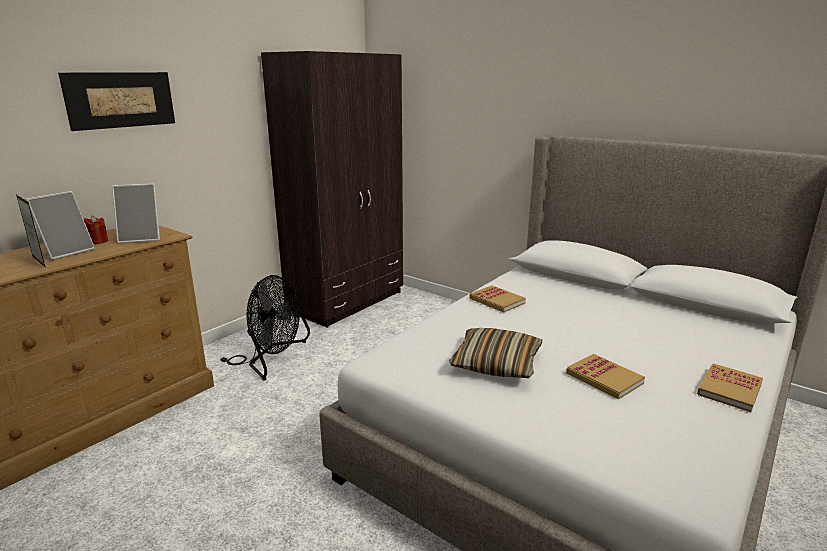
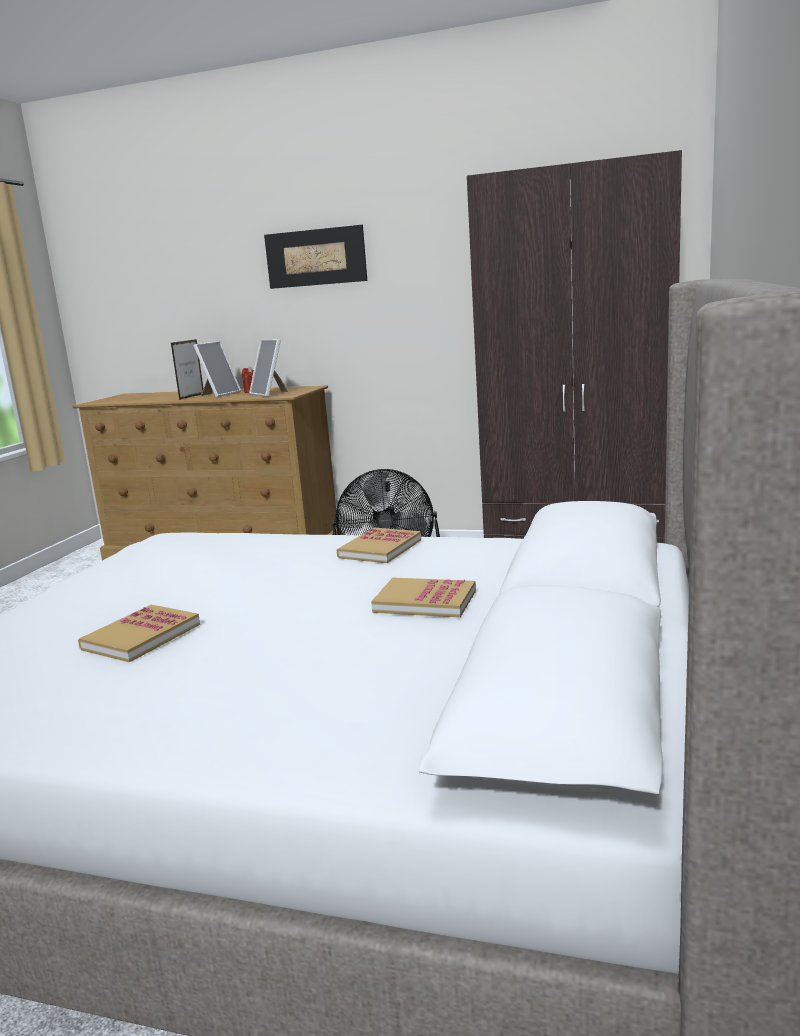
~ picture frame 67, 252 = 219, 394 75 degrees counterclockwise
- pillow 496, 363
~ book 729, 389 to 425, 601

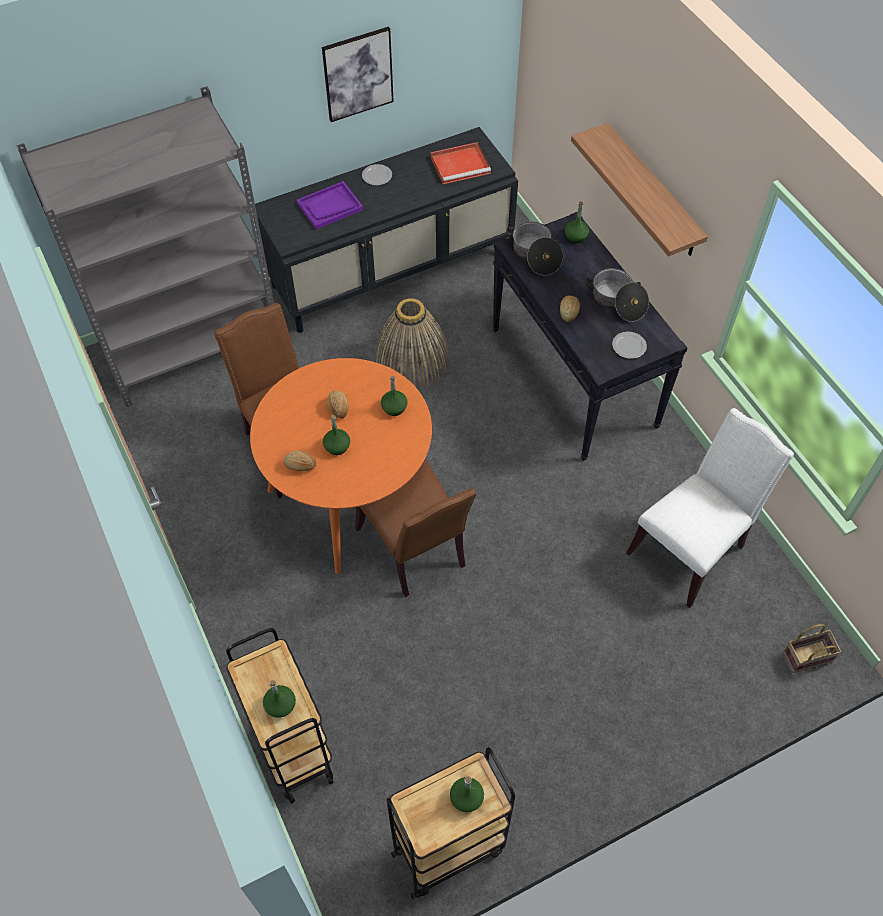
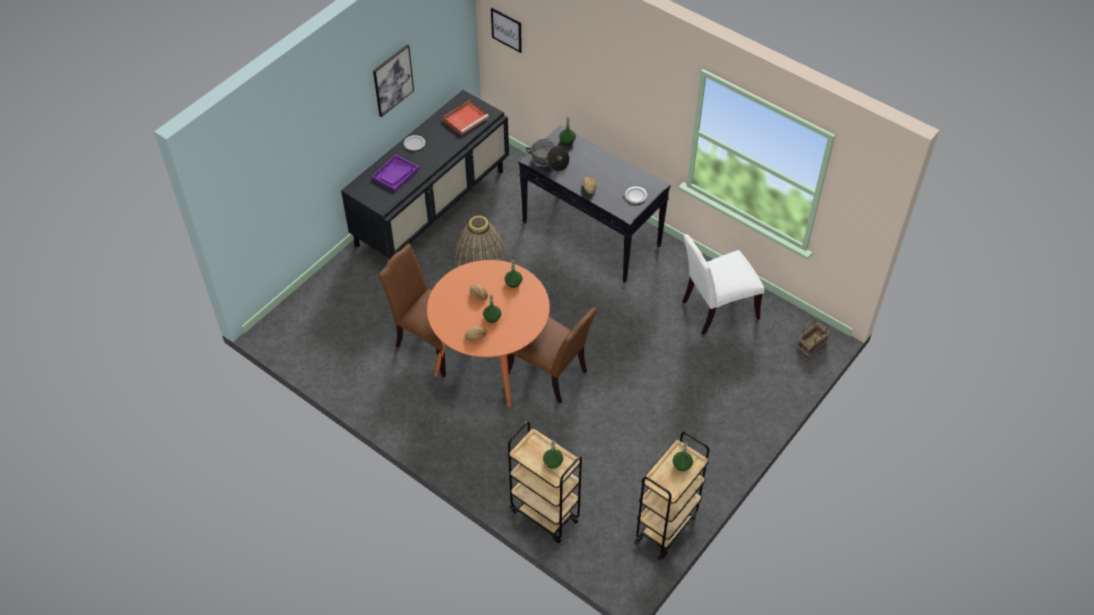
- grey bookcase 191, 347
- shelf 652, 192
- cooking pot 617, 302
~ white chair 691, 548 = 716, 309 135 degrees counterclockwise
+ picture 506, 30

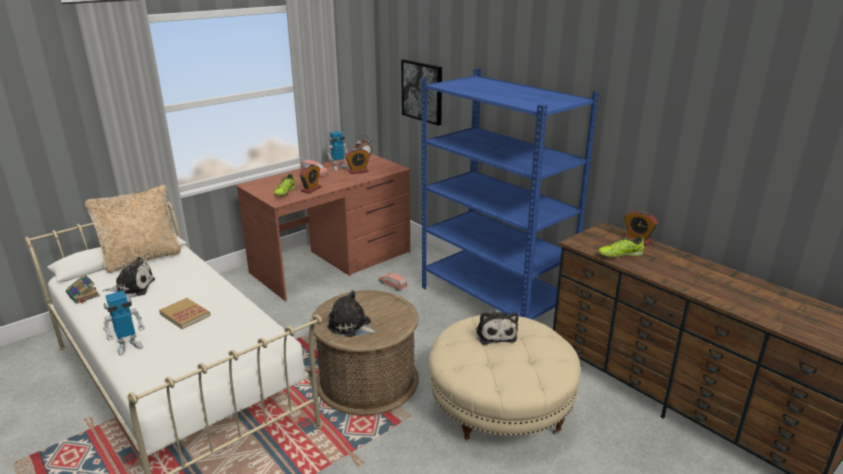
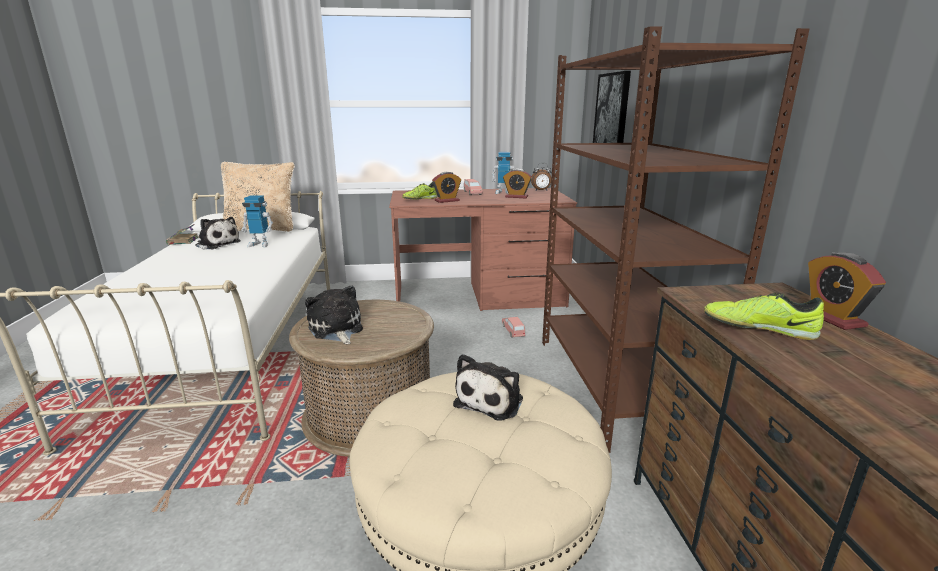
~ toy robot 128, 346 to 260, 244
- book 185, 315
~ blue bookcase 493, 302 to brown bookcase 615, 384

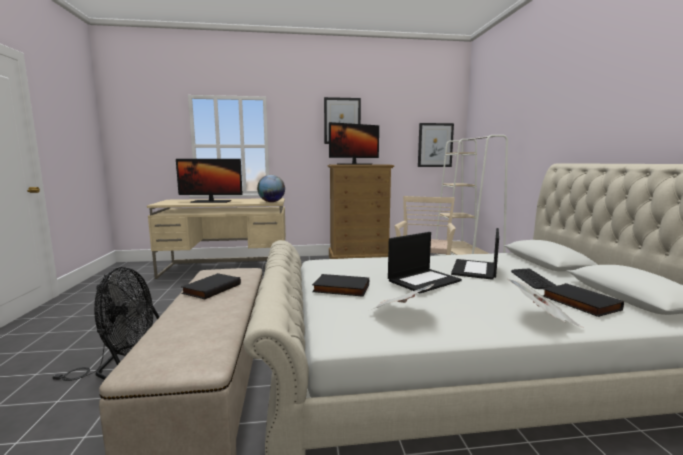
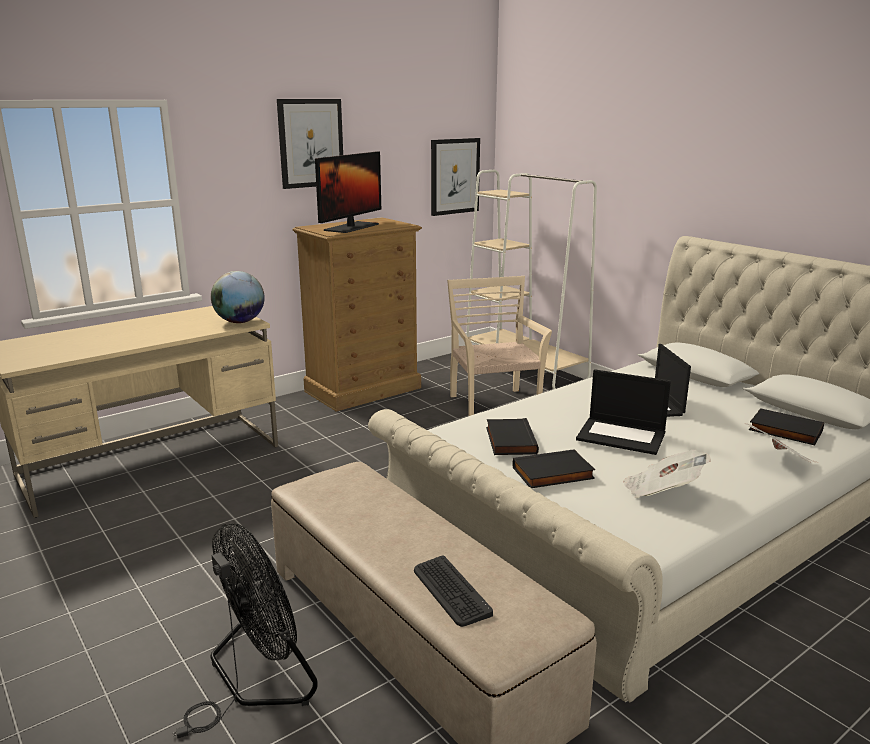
- monitor 211, 201
~ black book 211, 288 to 509, 440
~ laptop 424, 280 = 622, 436 90 degrees clockwise
~ keyboard 531, 279 to 450, 591

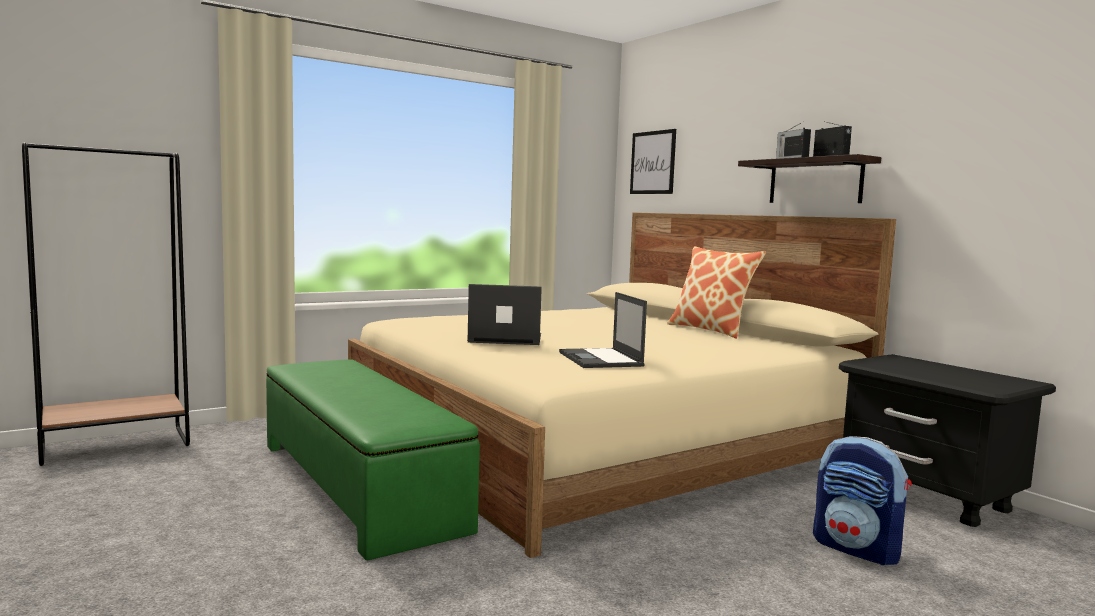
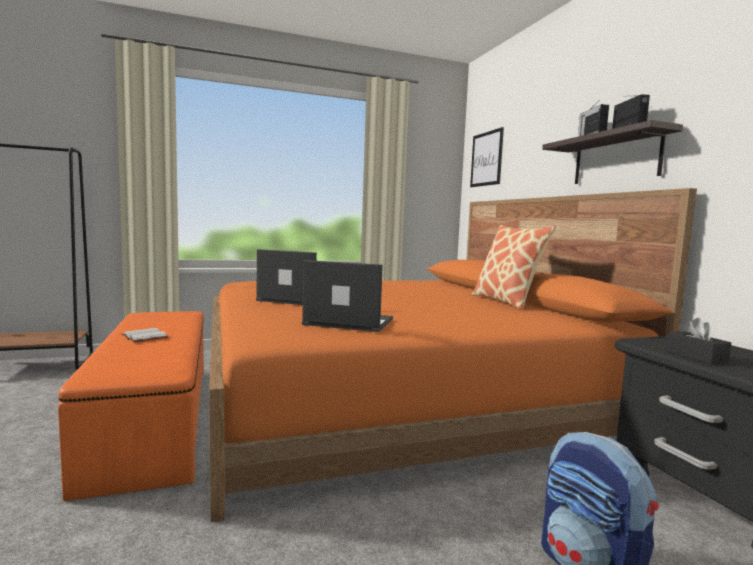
~ green bench 359, 484 to orange bench 155, 417
~ beige bed 598, 440 to orange bed 396, 394
~ laptop 601, 359 = 347, 322 105 degrees clockwise
+ white book 143, 337
+ black tissue box 696, 357

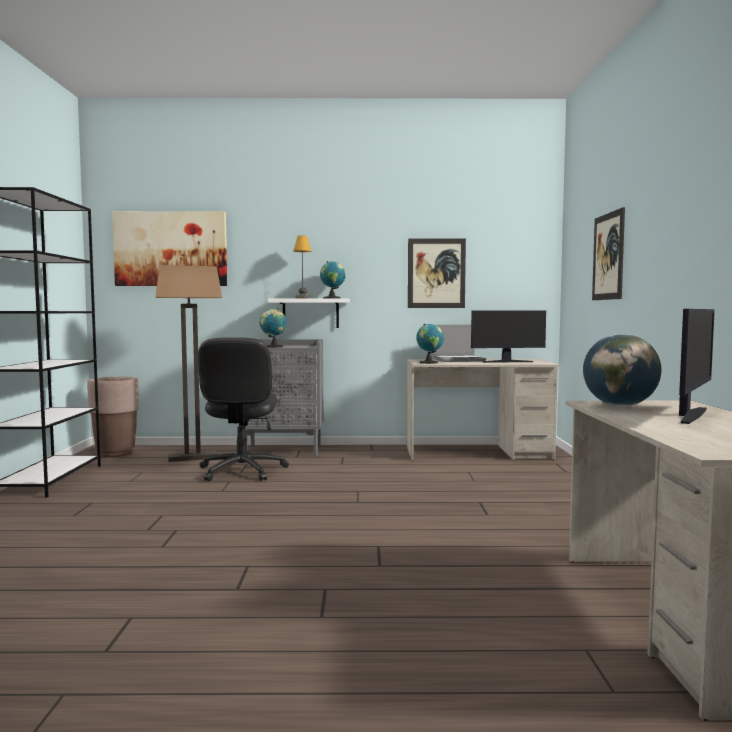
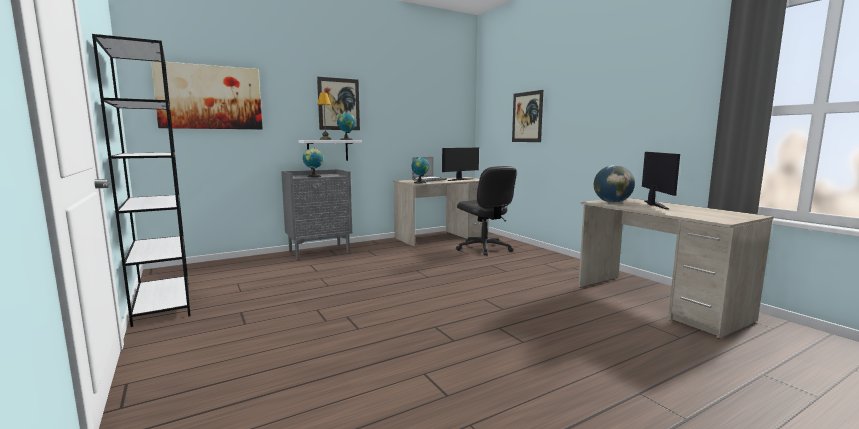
- brown planter 115, 453
- floor lamp 193, 458
~ black office chair 241, 470 to 484, 248
~ picture 436, 273 to 339, 104

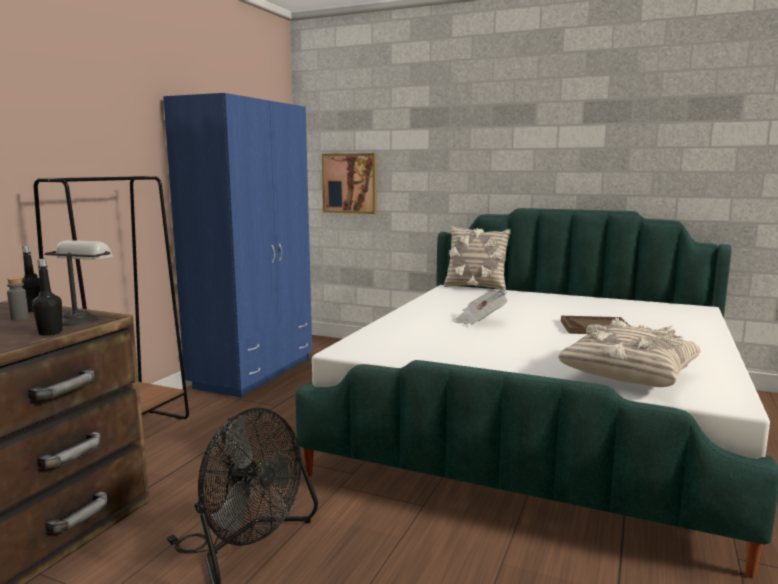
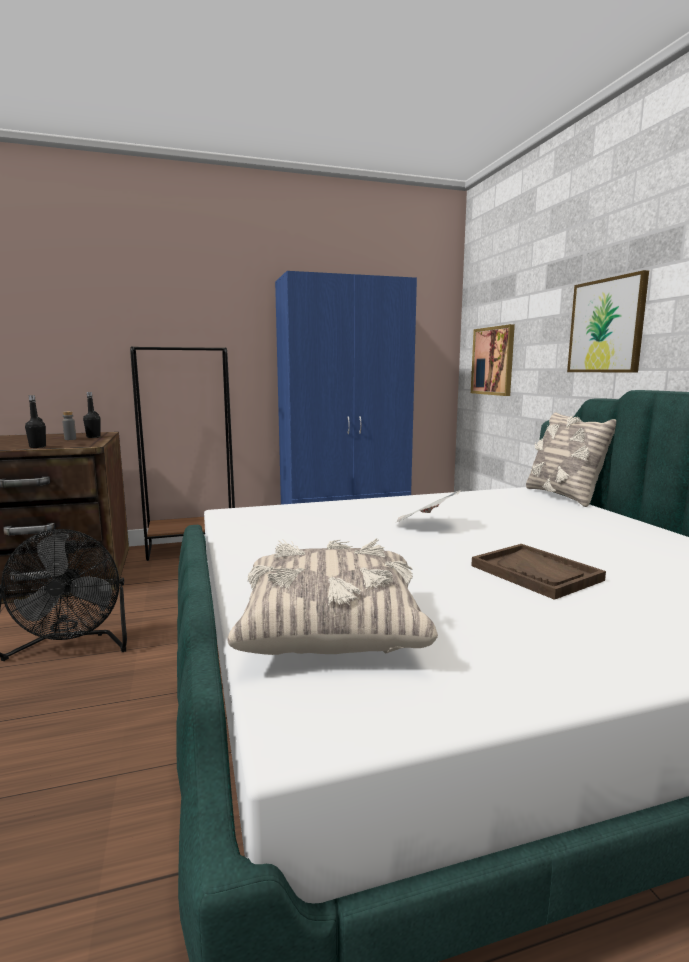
- table lamp 81, 318
+ picture 606, 326

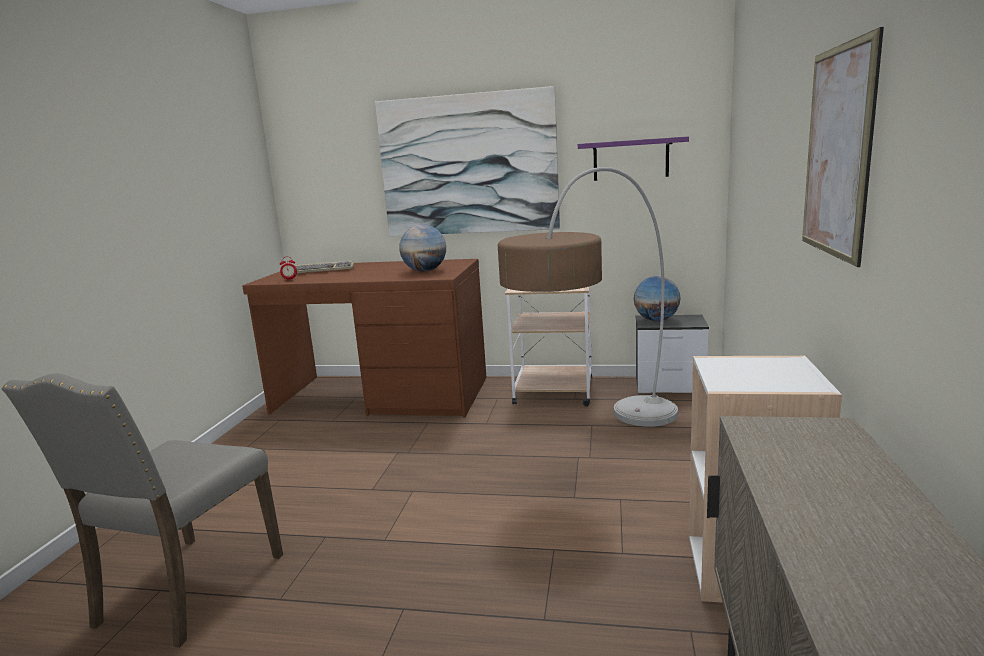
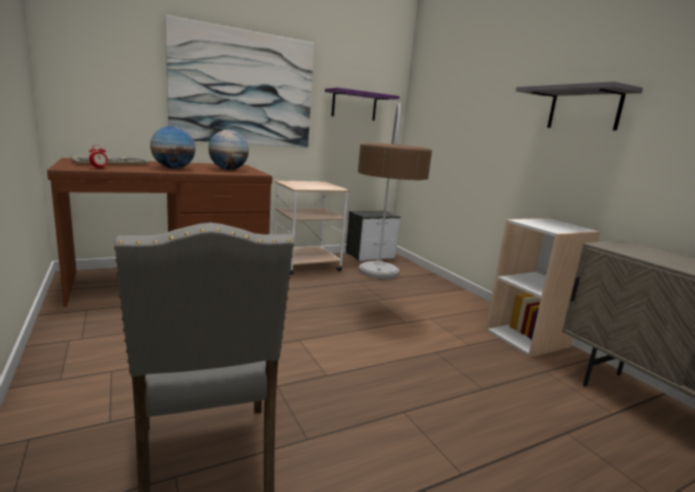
~ globe 656, 320 to 173, 168
~ picture 837, 152 to grey shelf 584, 109

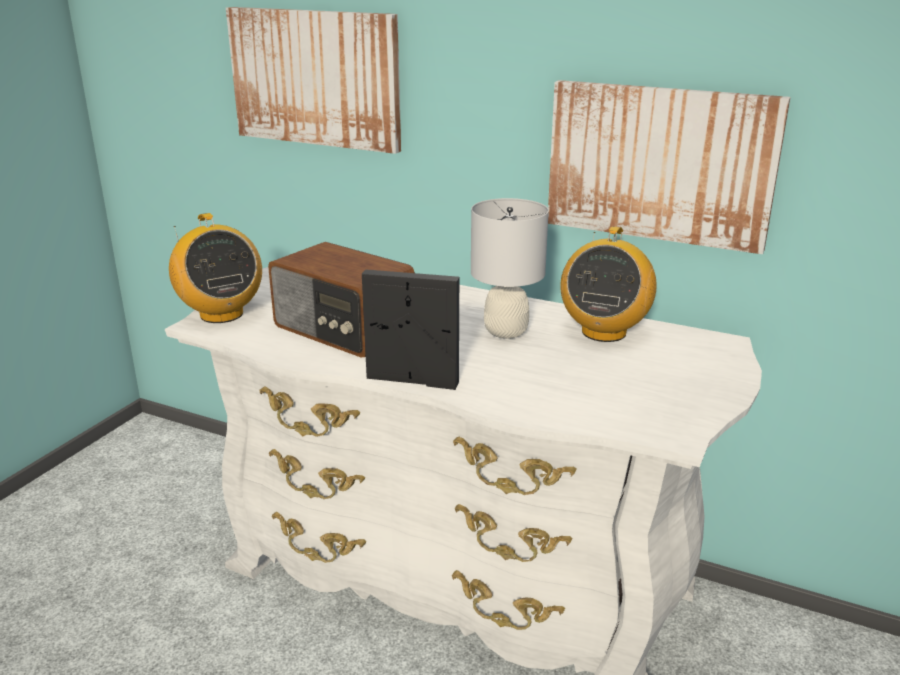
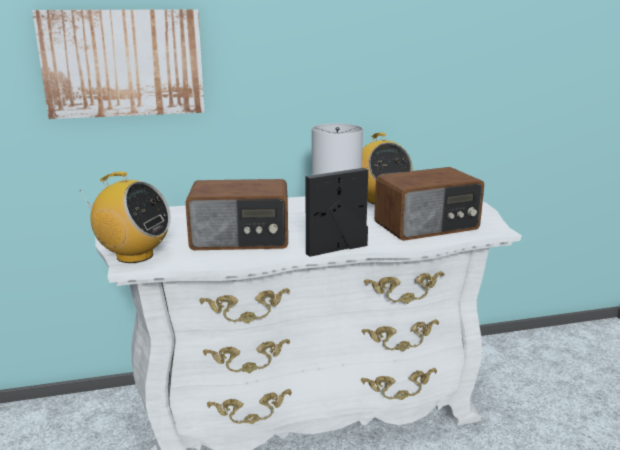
- picture 660, 164
+ radio 427, 226

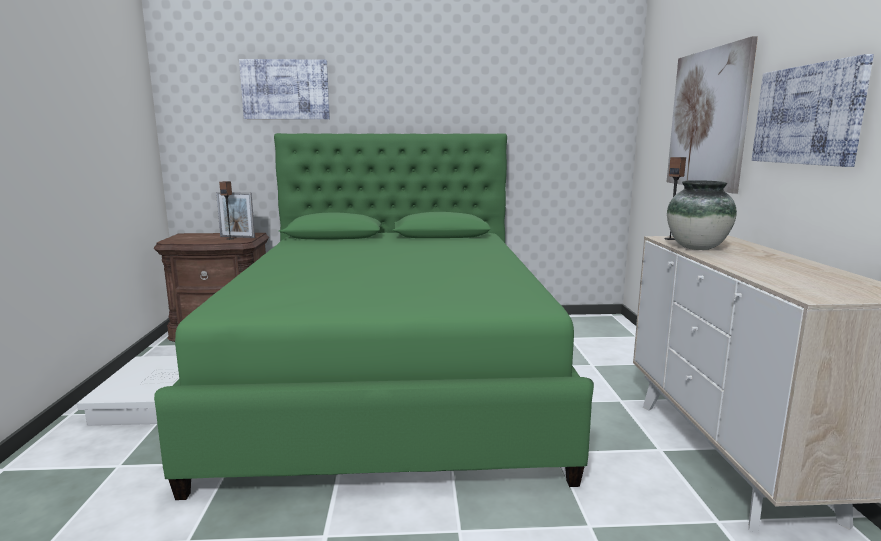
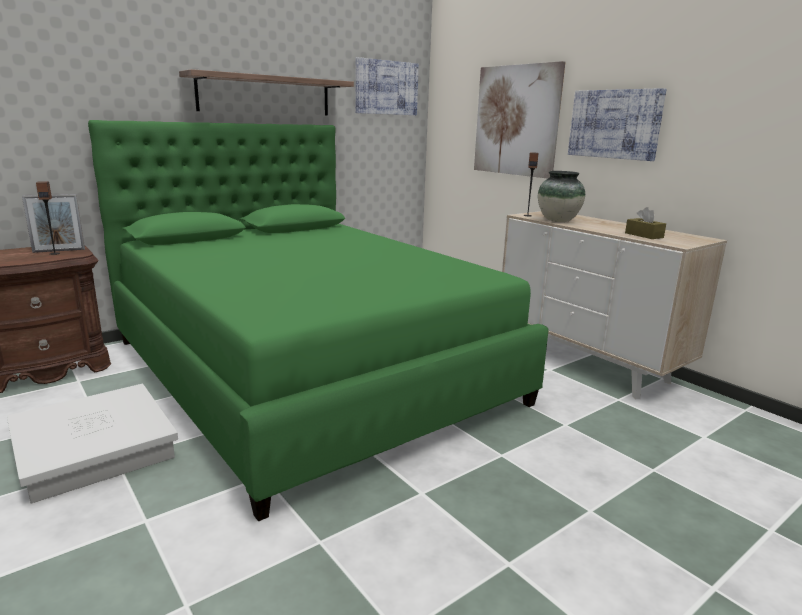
~ picture 285, 89 to 386, 87
+ shelf 265, 95
+ brown tissue box 644, 235

